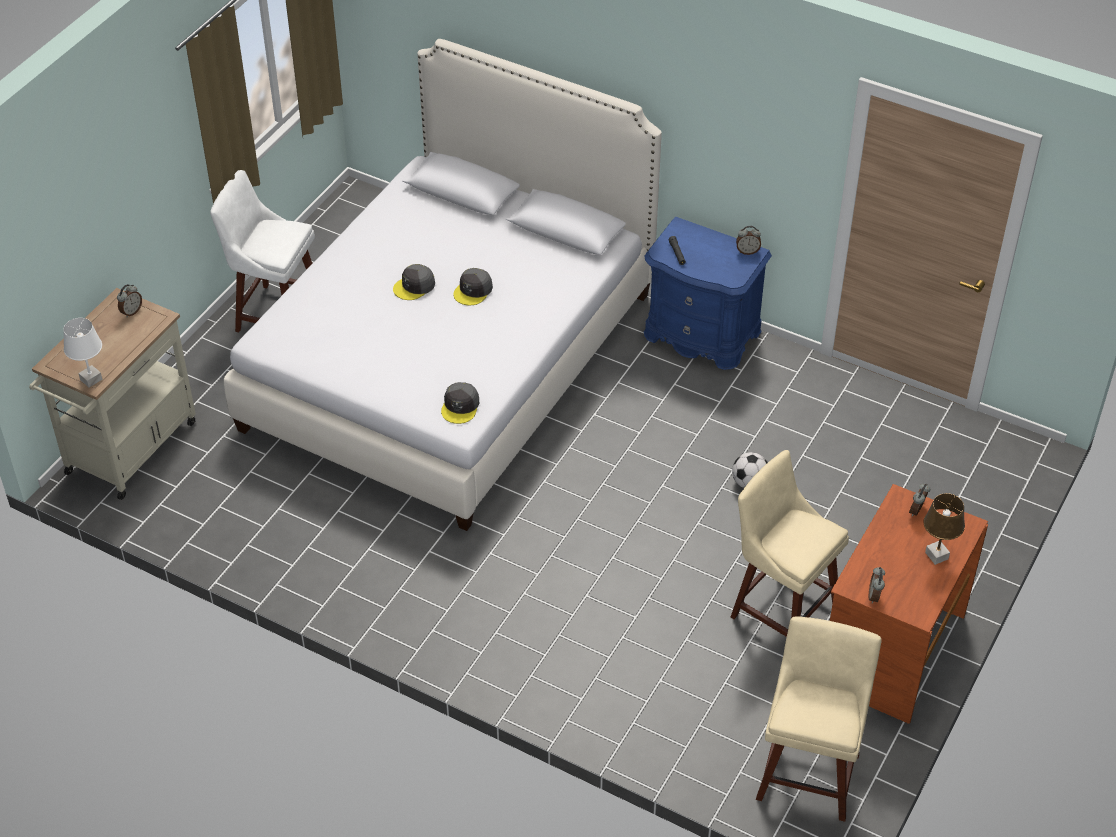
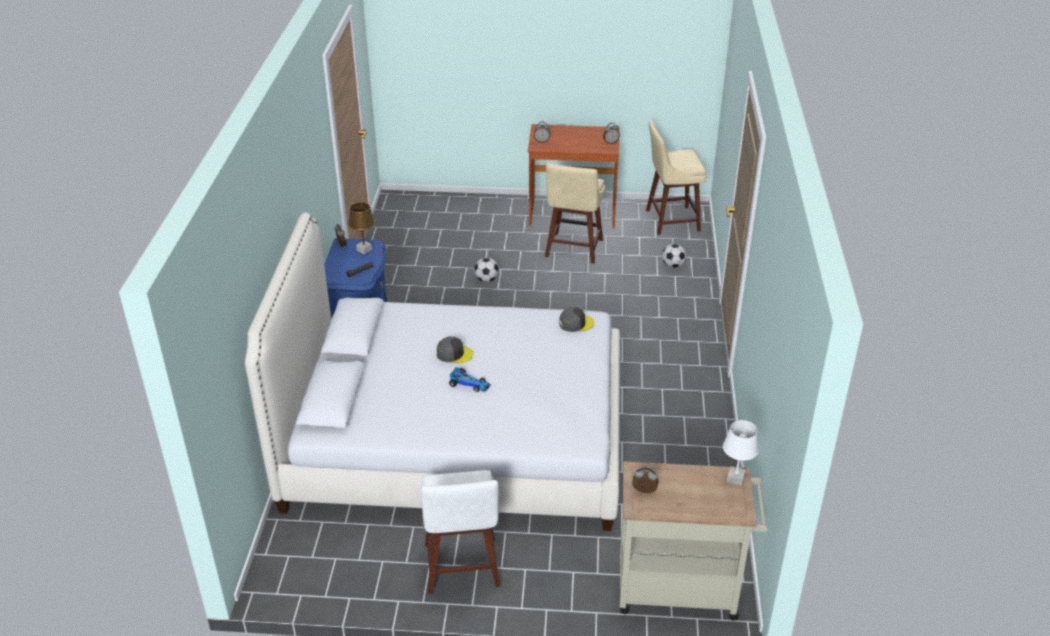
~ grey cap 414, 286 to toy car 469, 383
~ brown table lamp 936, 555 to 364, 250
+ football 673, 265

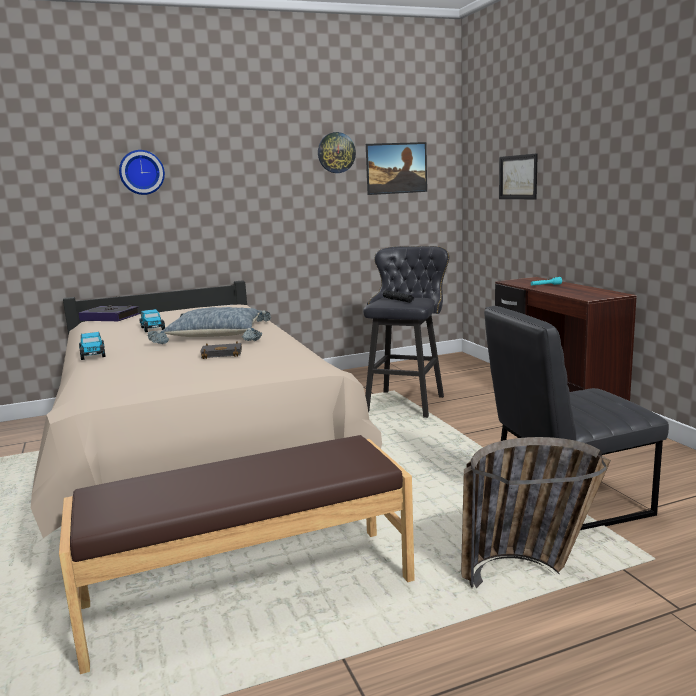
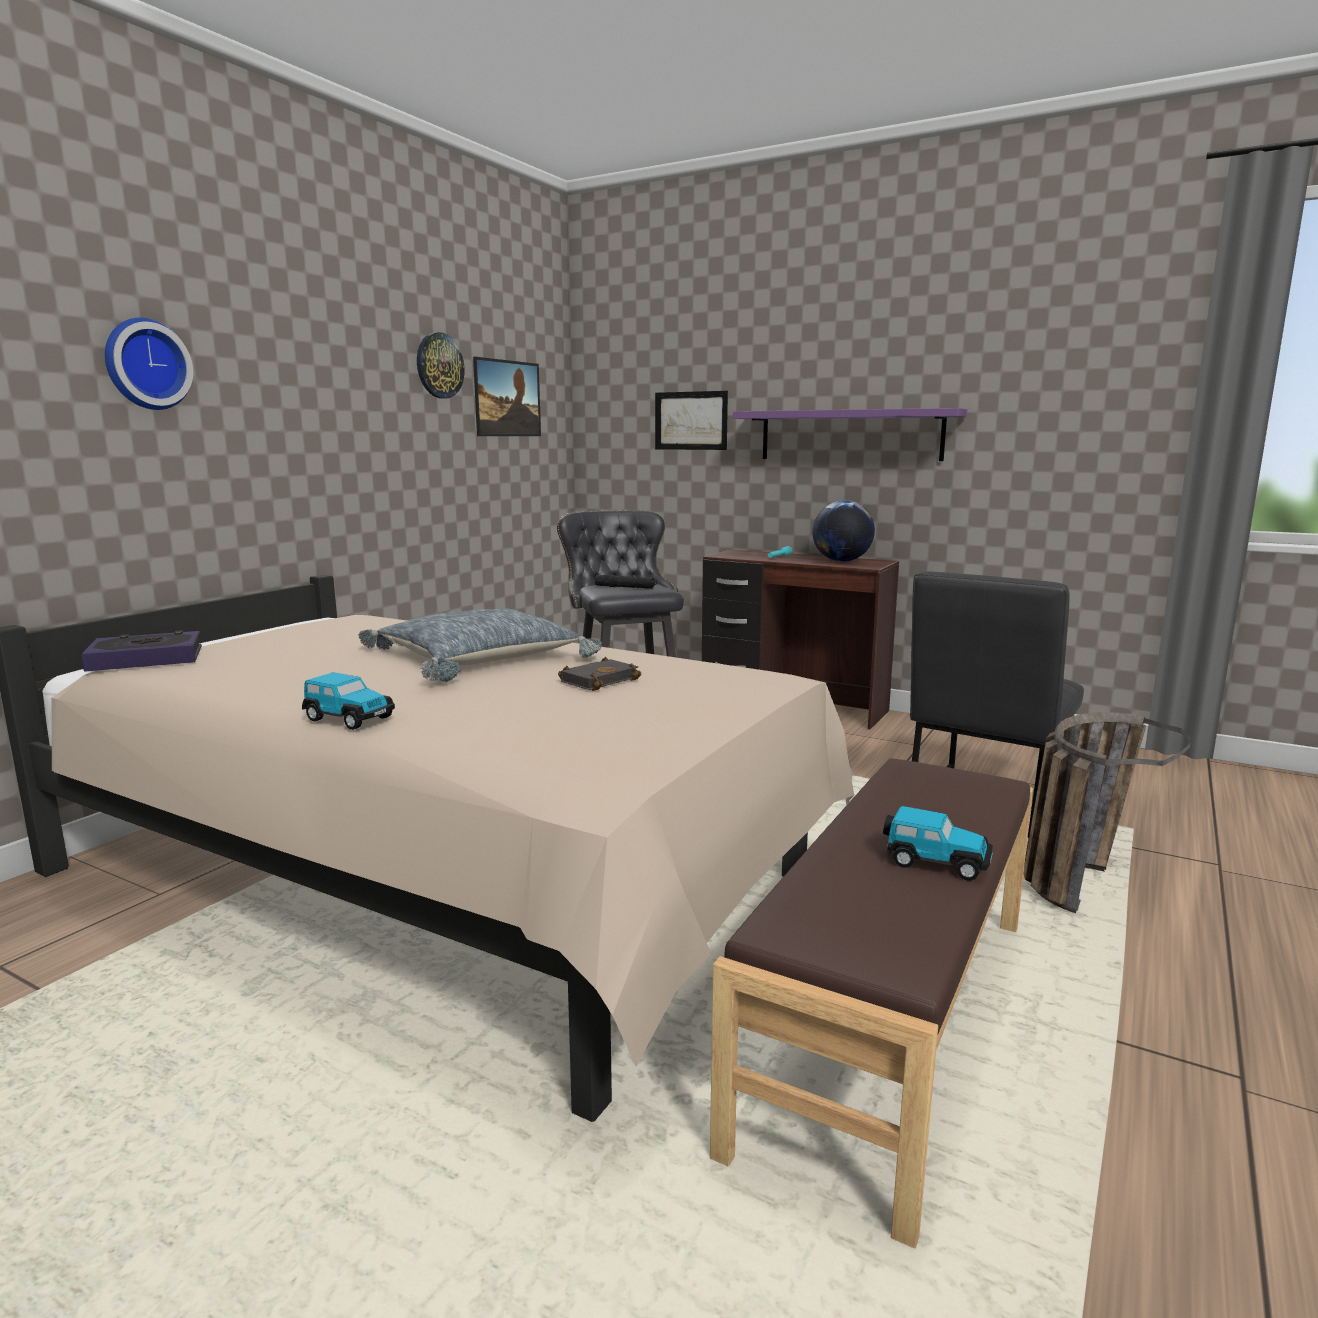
~ toy car 152, 328 to 935, 861
+ purple shelf 850, 435
+ globe 842, 561

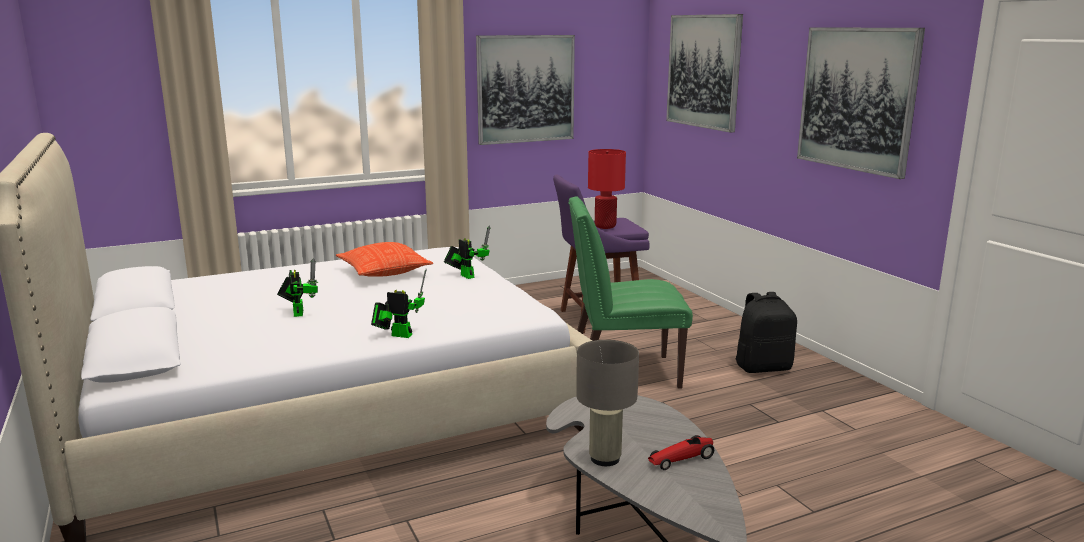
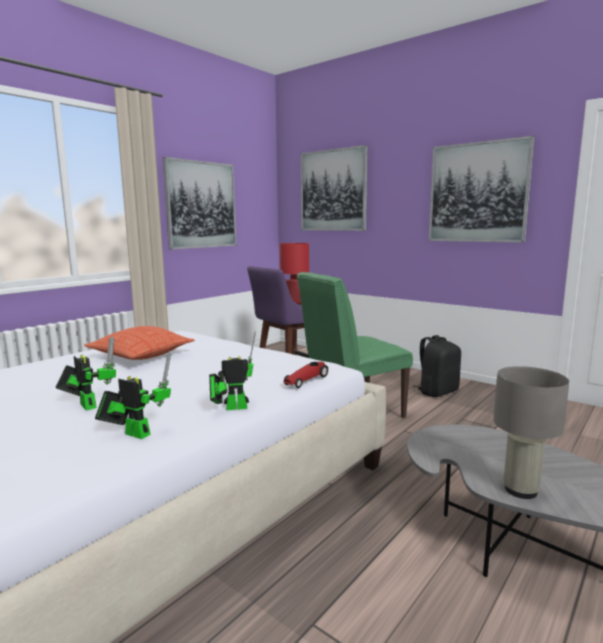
~ toy robot 466, 275 to 134, 433
~ toy car 681, 459 to 306, 380

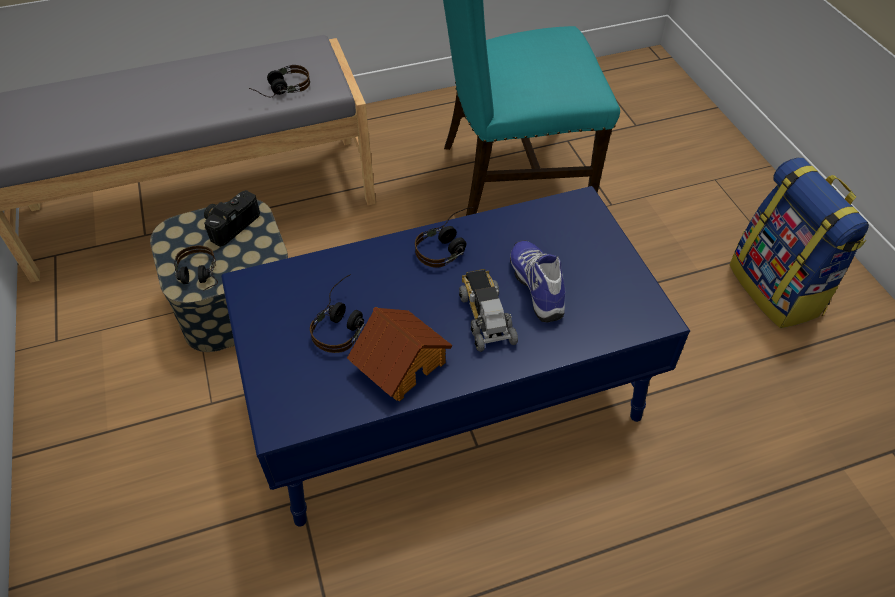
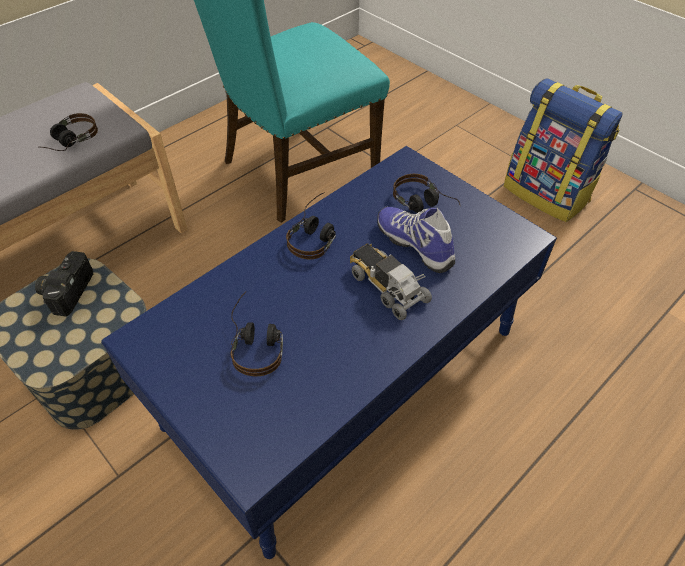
~ headphones 198, 279 to 424, 205
- toy house 400, 363

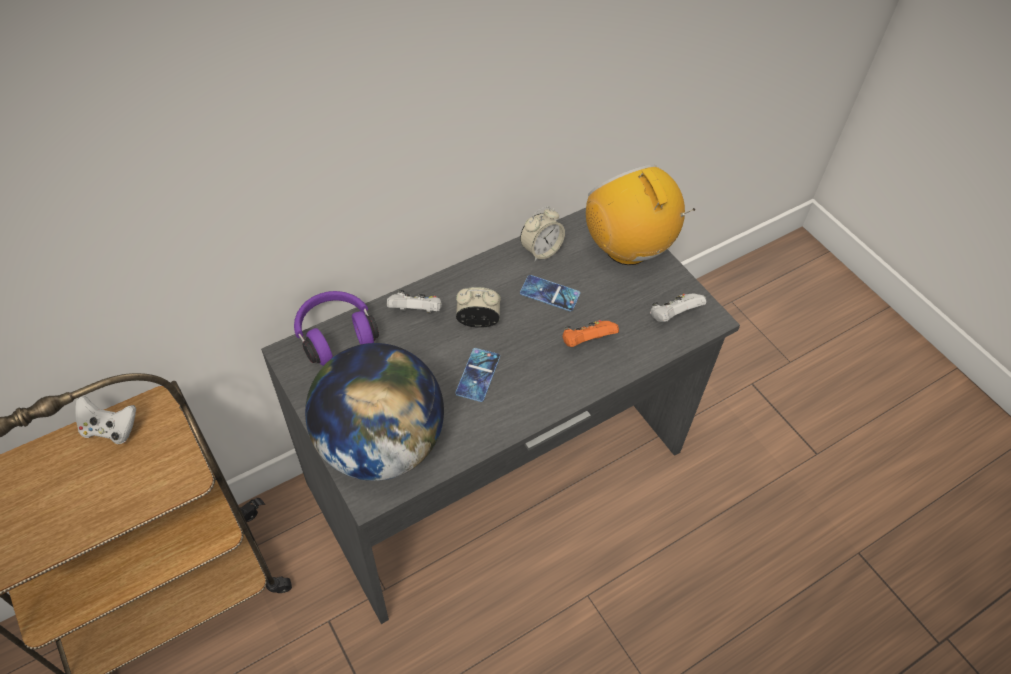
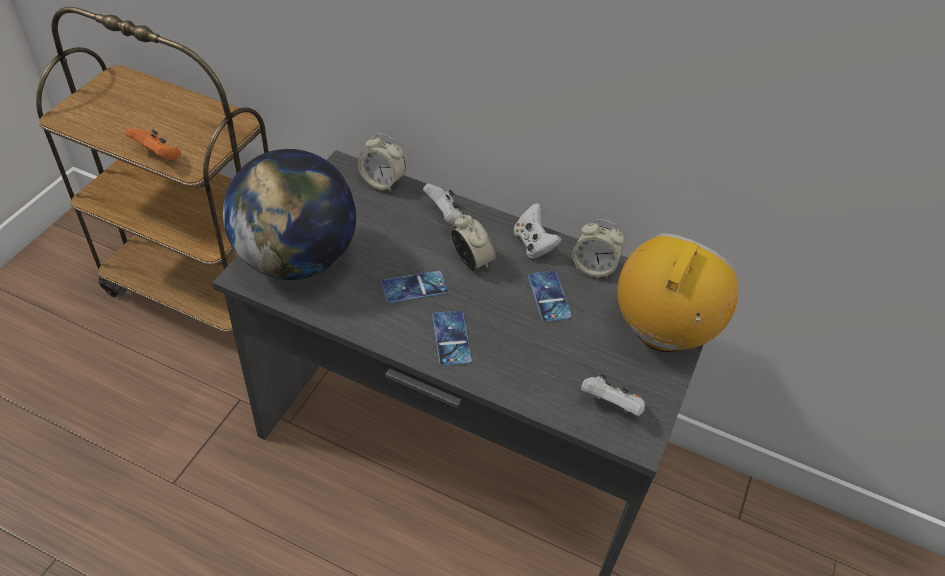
~ white game controller 110, 429 to 533, 244
~ purple headphones 335, 334 to alarm clock 382, 182
~ orange game controller 586, 342 to 158, 156
+ phone 451, 338

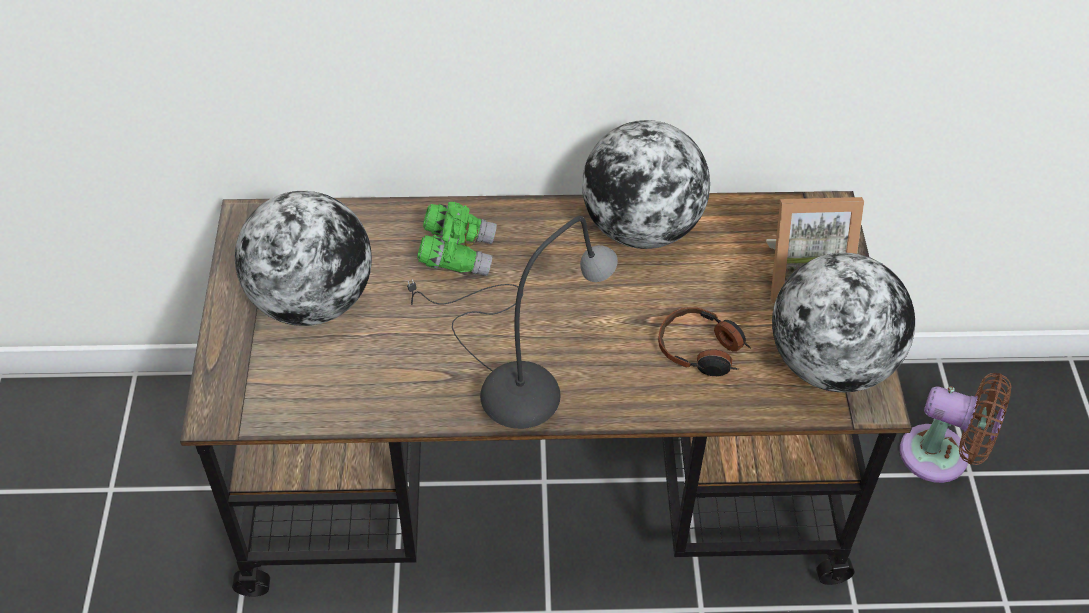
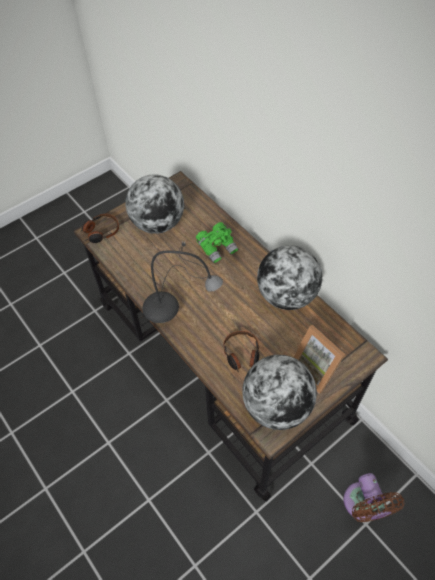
+ headphones 101, 232

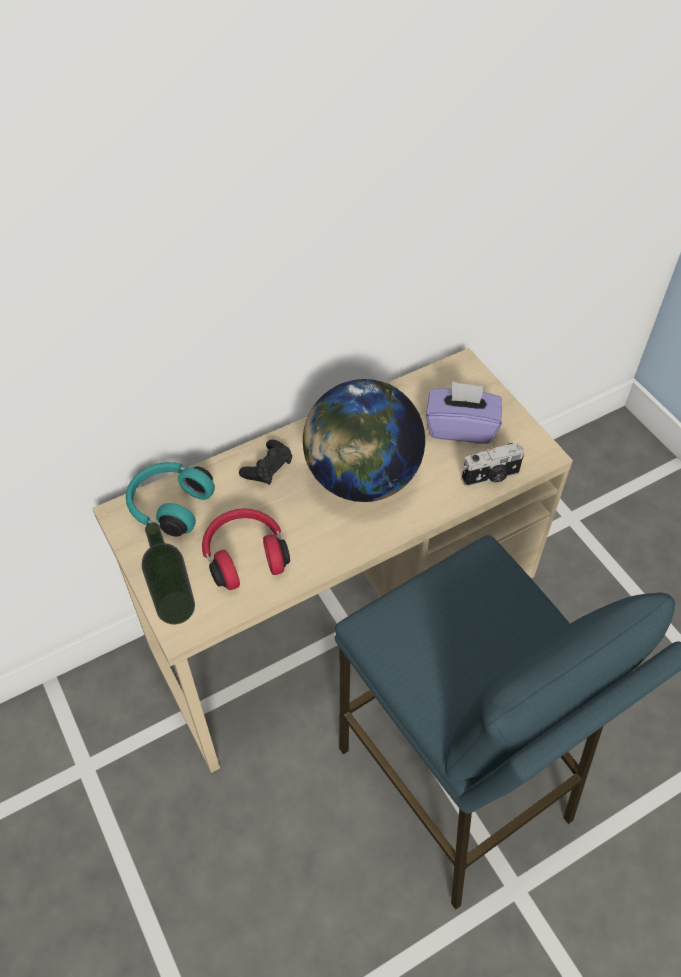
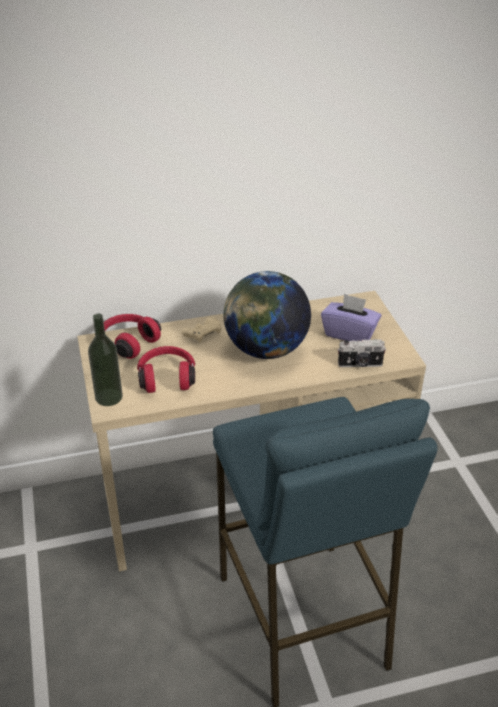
~ turquoise headphones 169, 506 to red headphones 128, 343
~ black game controller 267, 467 to beige game controller 203, 333

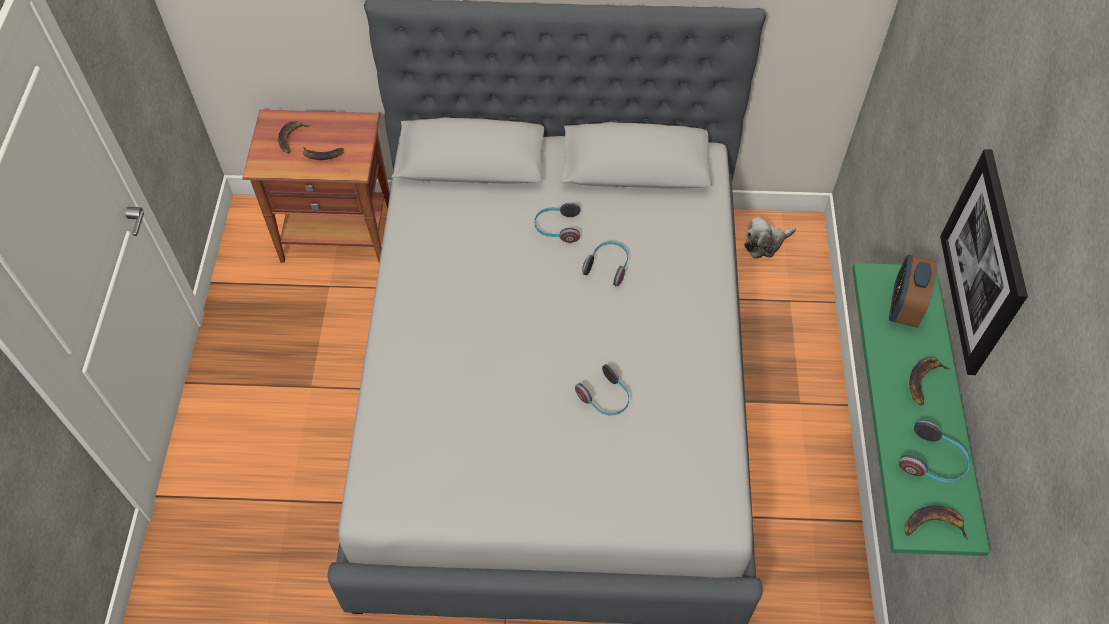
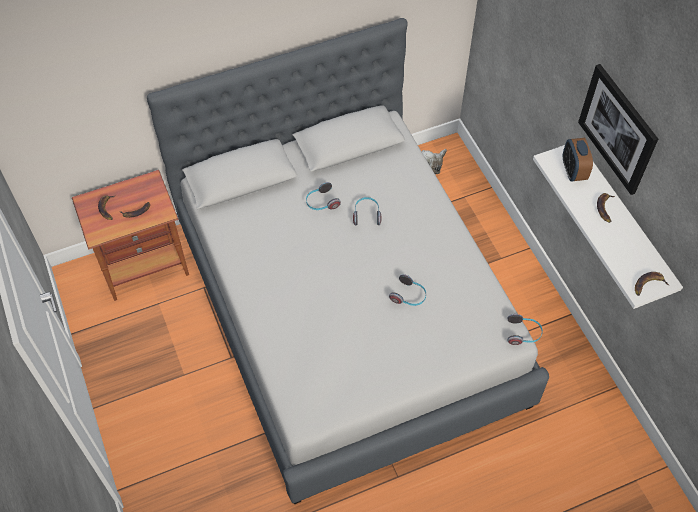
~ green shelf 949, 413 to white shelf 622, 222
~ headphones 932, 462 to 523, 333

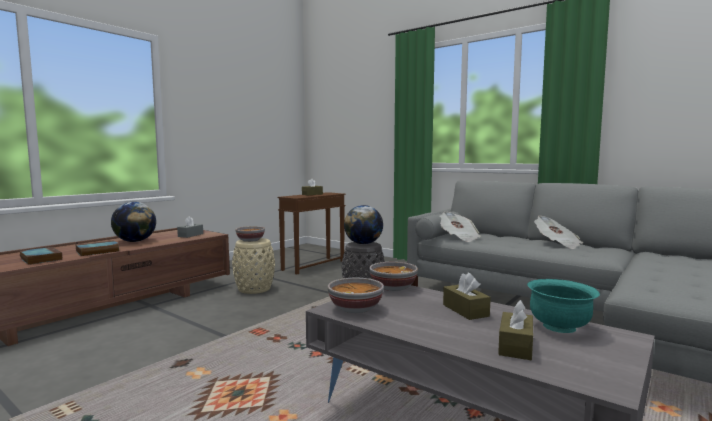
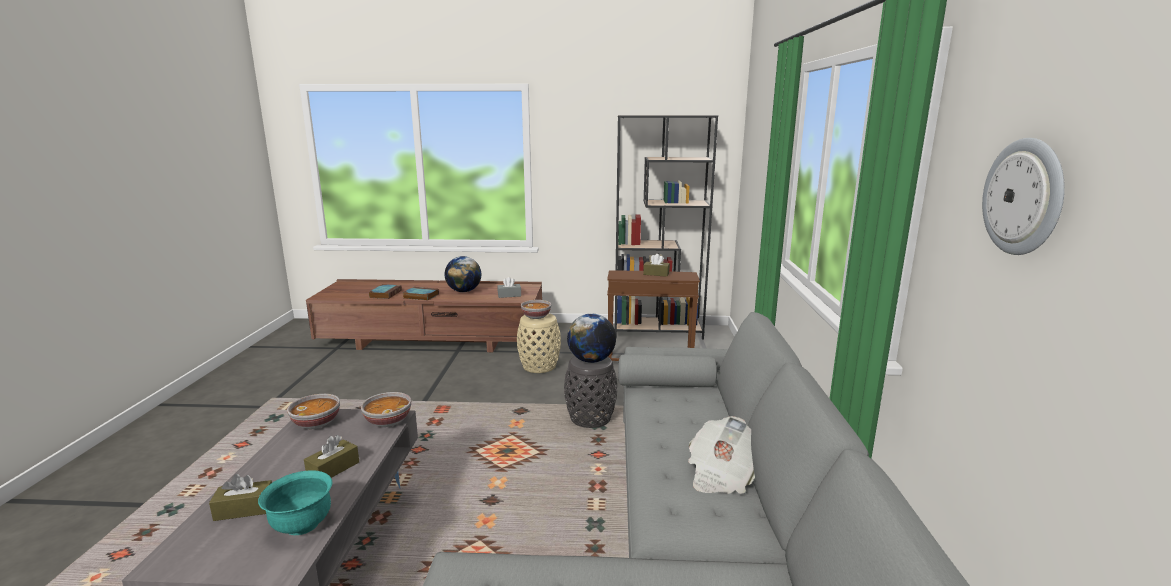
- newspaper 458, 238
+ bookcase 658, 331
+ wall clock 1024, 197

